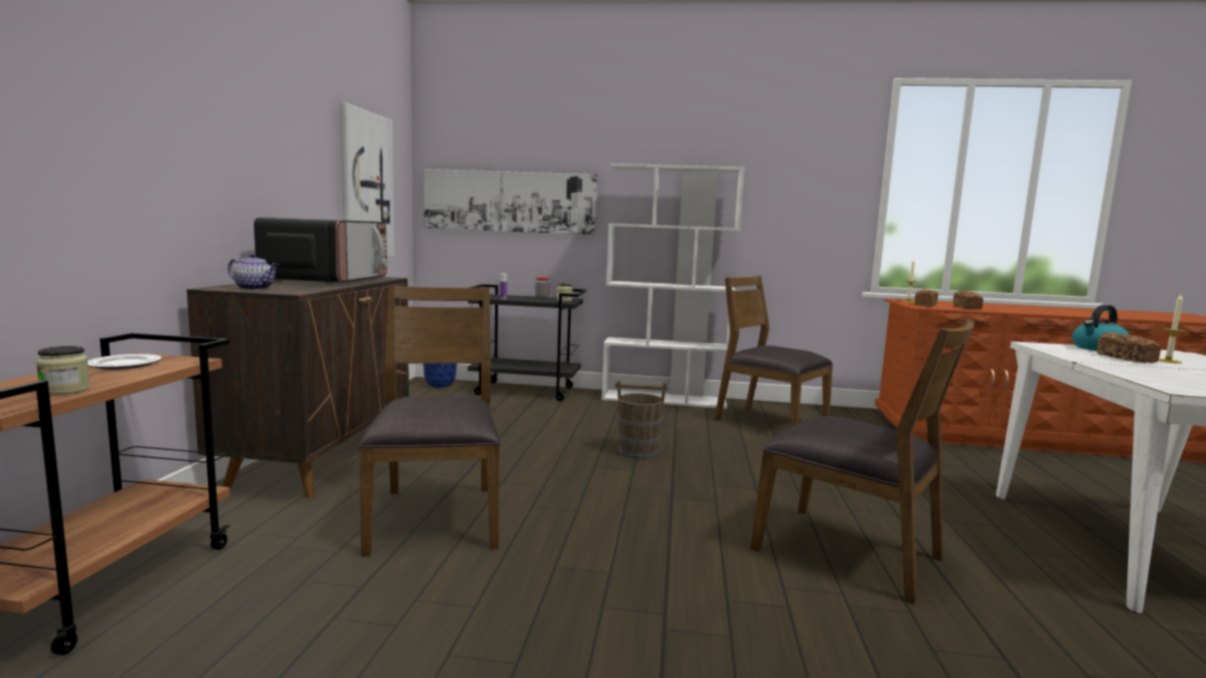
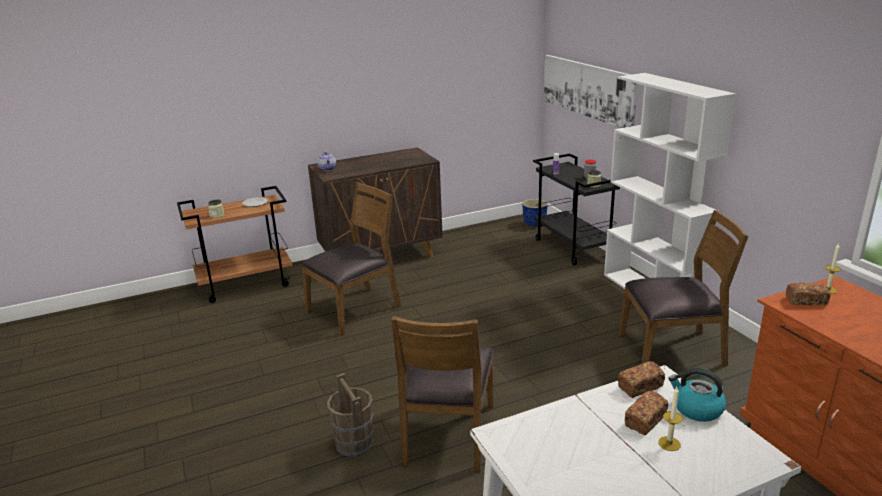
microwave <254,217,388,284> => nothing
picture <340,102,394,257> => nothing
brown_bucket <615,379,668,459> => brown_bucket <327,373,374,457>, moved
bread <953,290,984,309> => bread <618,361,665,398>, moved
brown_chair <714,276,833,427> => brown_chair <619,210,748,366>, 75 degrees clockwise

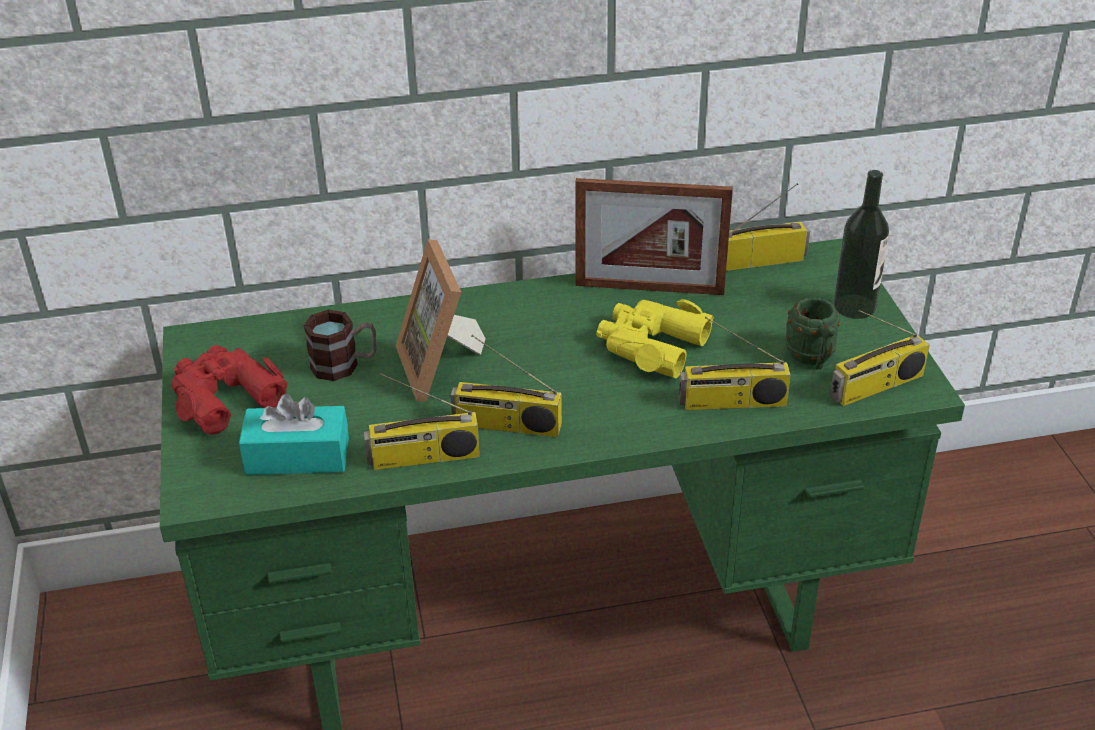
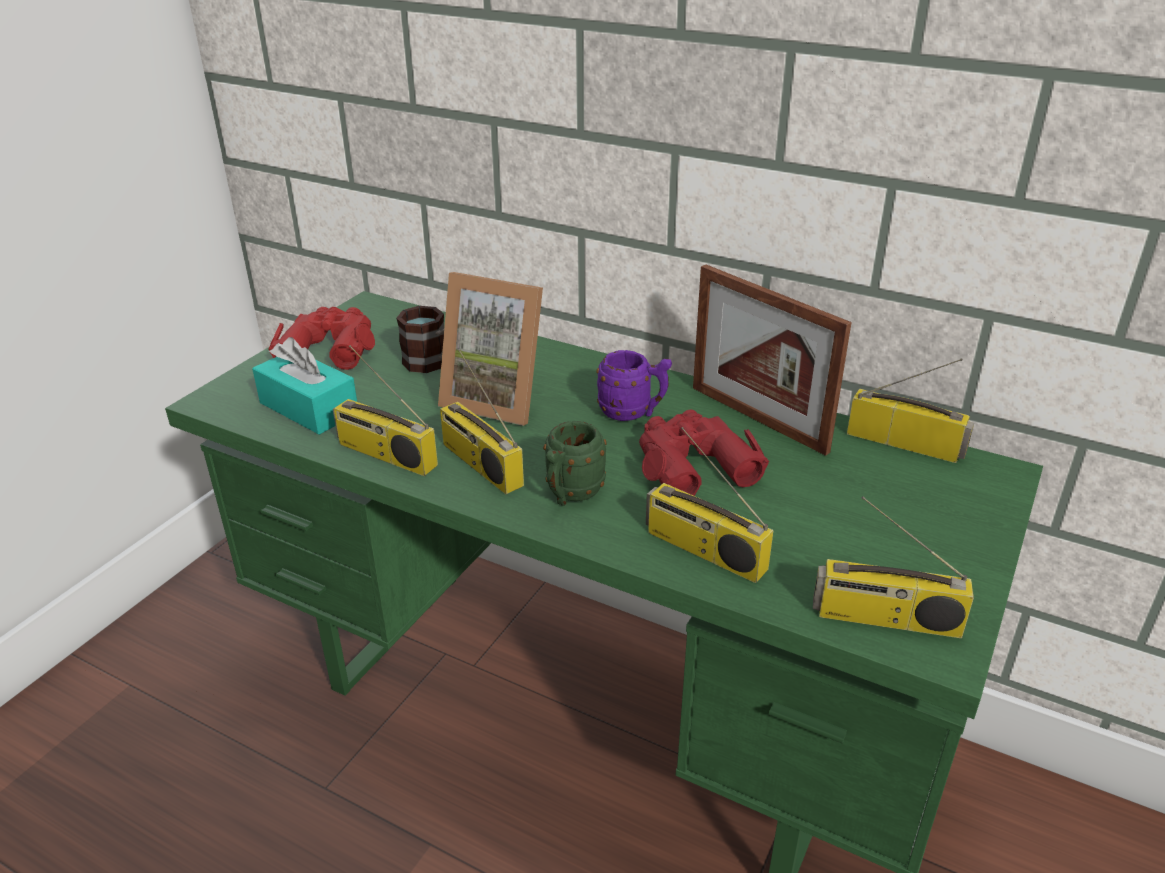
bottle <834,170,889,319> => nothing
nothing => purple_mug <596,350,672,421>
green_mug <785,298,840,369> => green_mug <543,421,607,506>, moved
yellow_binoculars <596,299,714,378> => red_binoculars <639,410,769,496>
picture_frame <396,239,486,402> => picture_frame <438,272,543,426>, 90 degrees counterclockwise

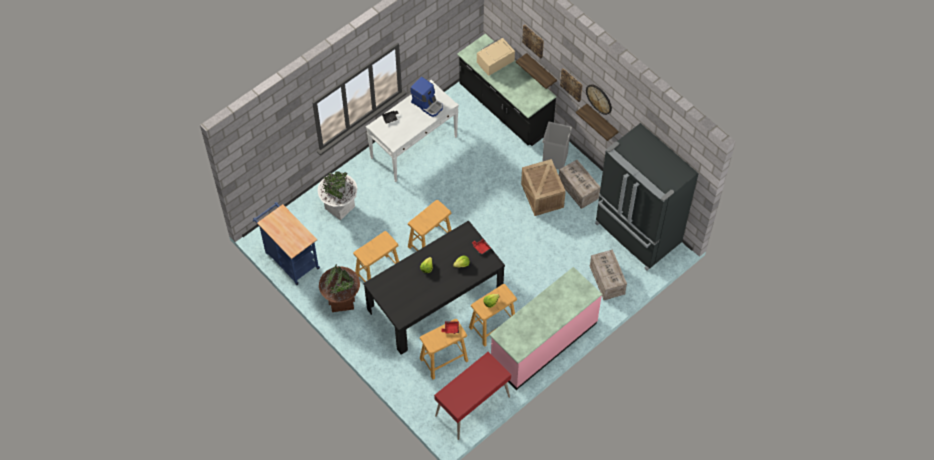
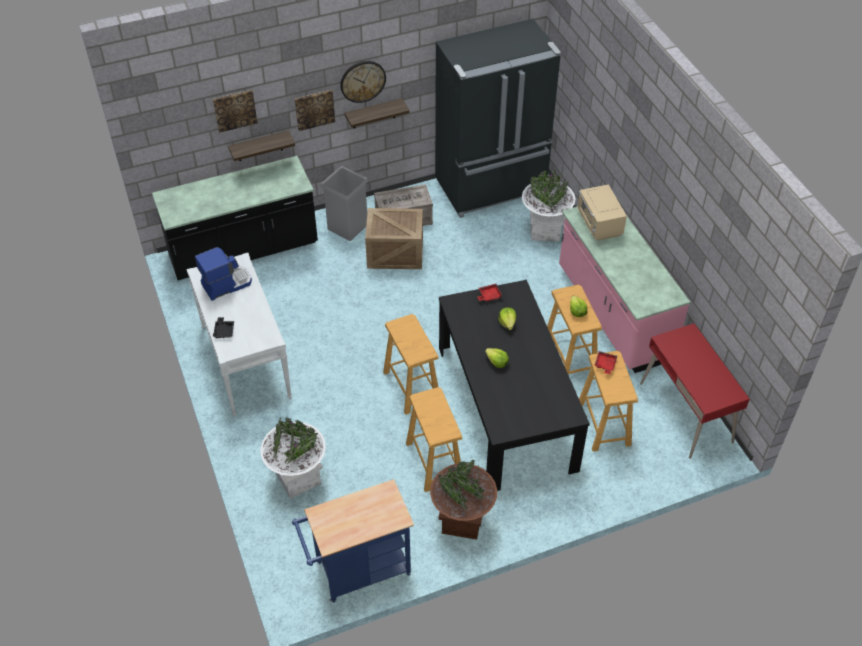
beige_microwave <477,38,515,76> => beige_microwave <577,184,627,241>, moved
crate <590,249,627,300> => white_planter <522,170,576,241>

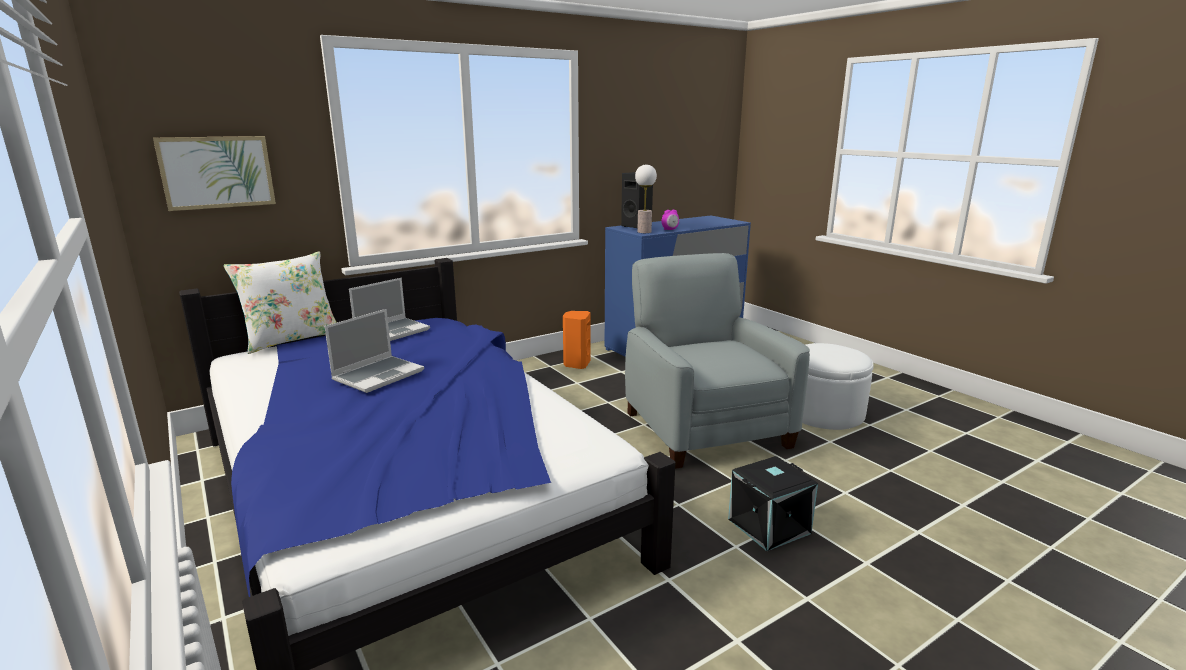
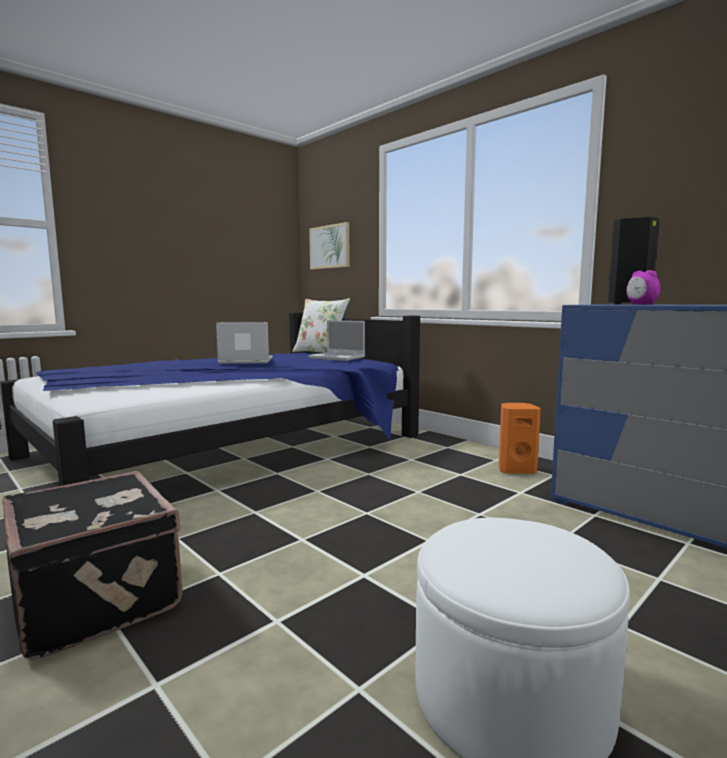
grey_armchair <625,253,810,469> => nothing
table_lamp <635,165,657,233> => nothing
black_storage_box <728,456,818,551> => black_suitcase <2,471,183,660>
laptop <324,309,424,393> => laptop <216,322,273,364>, 150 degrees clockwise

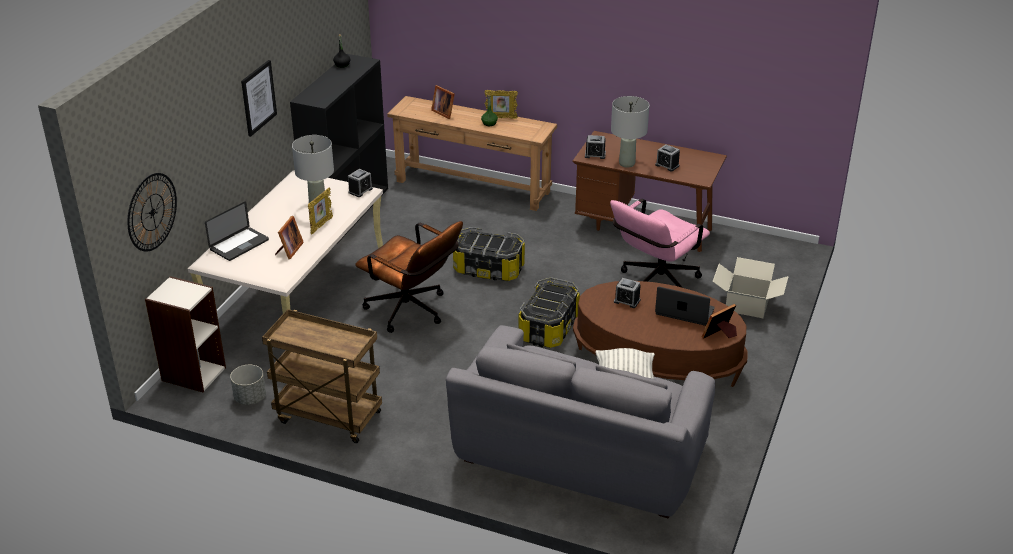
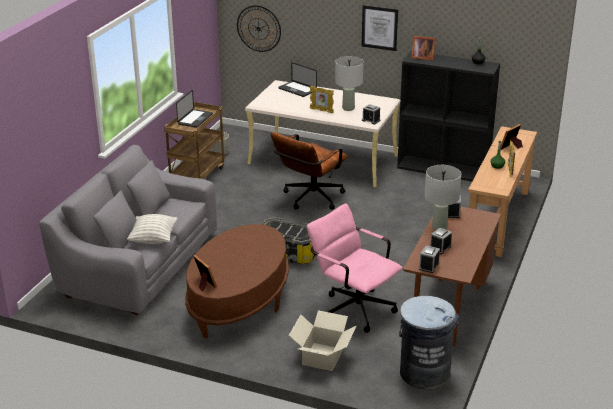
bookcase <145,276,226,392> => nothing
storage_box <453,227,525,281> => nothing
nothing => grey_trash_can <399,296,459,390>
picture_frame <275,216,304,259> => picture_frame <411,36,435,60>, moved
alarm_clock <614,278,641,308> => alarm_clock <419,245,440,273>, moved
laptop <655,287,715,326> => laptop <176,90,213,128>, moved

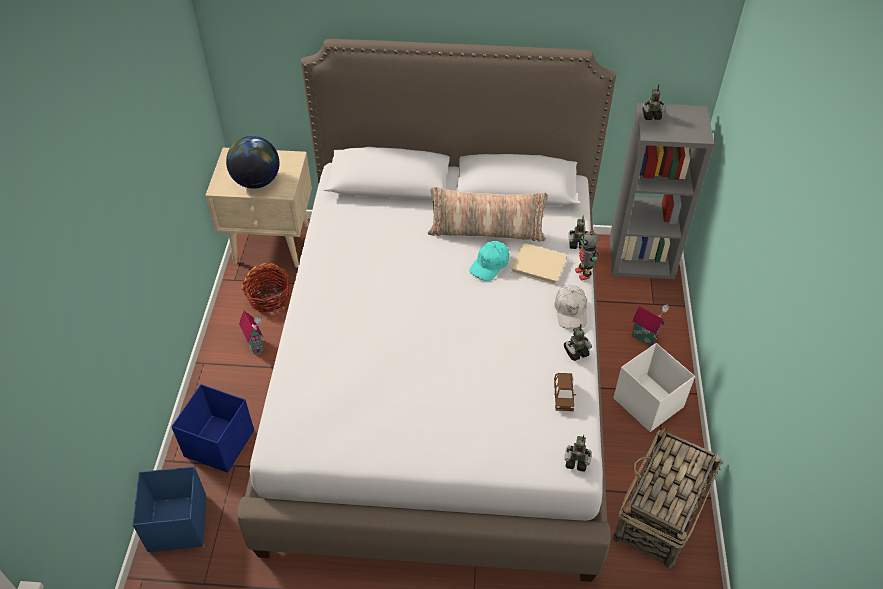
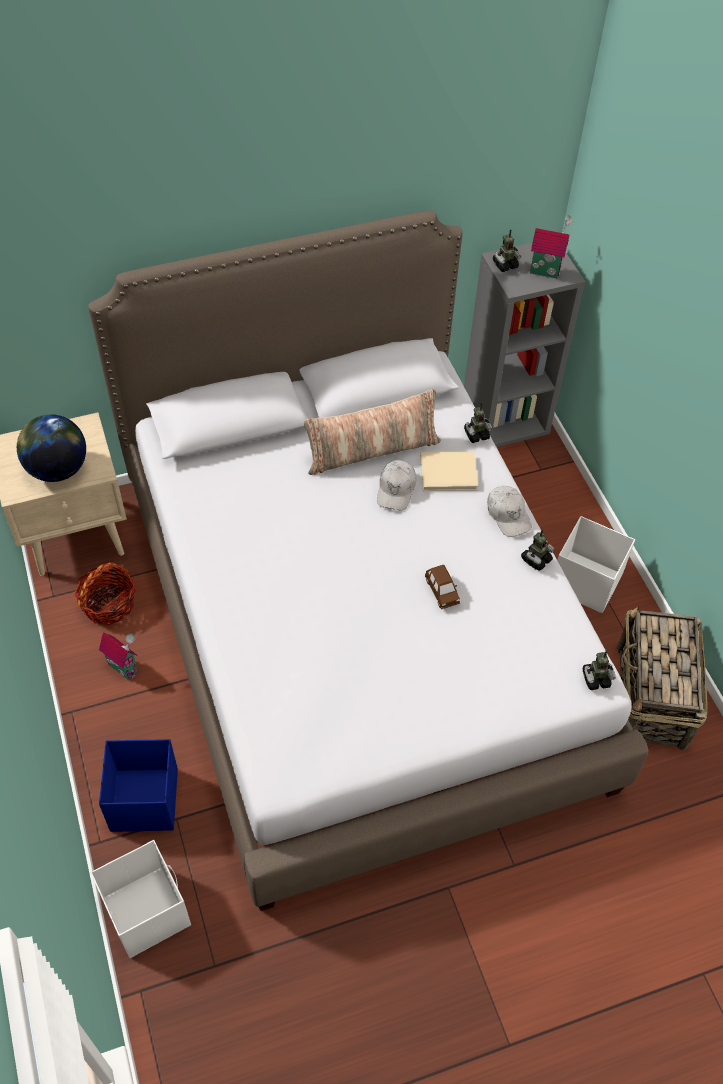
toy_robot <575,229,599,281> => nothing
brown_toy_car <554,373,576,411> => brown_toy_car <425,565,460,609>, moved
toy_house <632,304,669,346> => toy_house <530,215,573,278>, moved
blue_storage_box <132,466,206,552> => white_storage_box <91,840,191,958>
turquoise_cap <469,241,509,281> => white_cap <377,460,416,510>

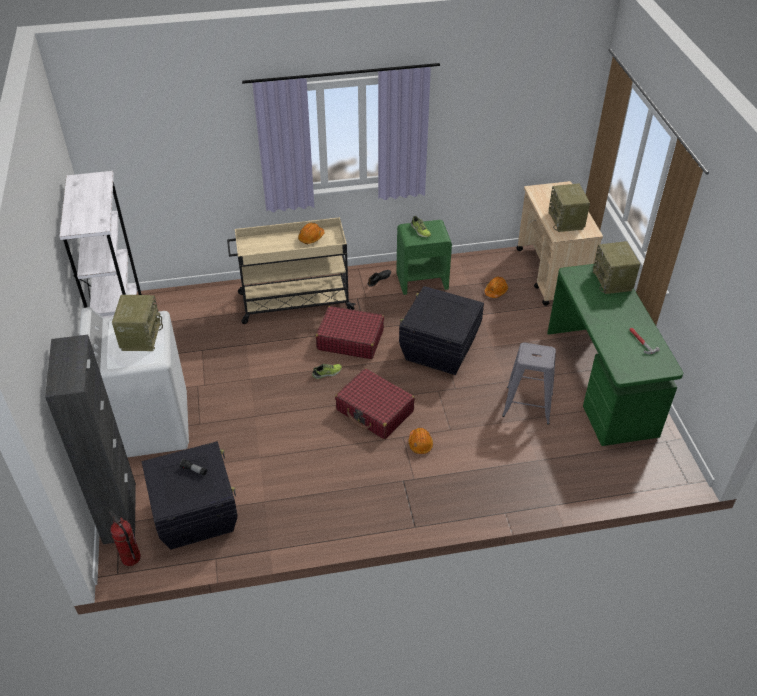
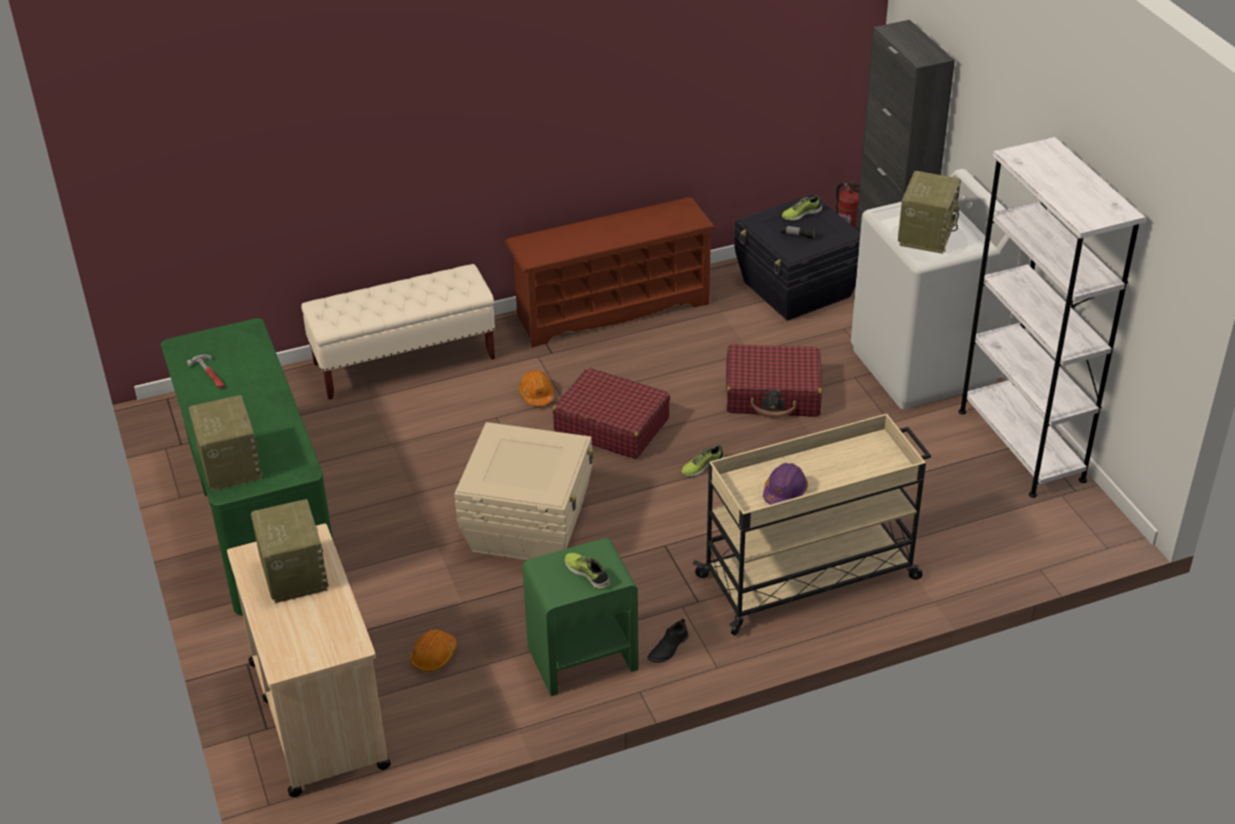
grey_stool <502,342,556,424> => nothing
nothing => beige_bench <301,264,495,400>
nothing => brown_shoe_rack <505,197,716,348>
nothing => shoe <782,196,822,221>
red_suitcase <316,306,384,359> => red_suitcase <726,344,822,419>, moved
orange_hard_hat <298,223,325,244> => purple_hard_hat <763,463,808,505>
black_storage_box <399,286,484,375> => beige_storage_box <454,422,593,560>
radio <112,295,163,351> => radio <898,171,961,254>, 150 degrees counterclockwise

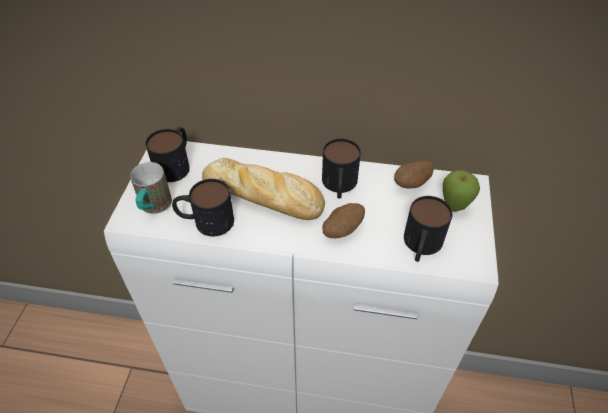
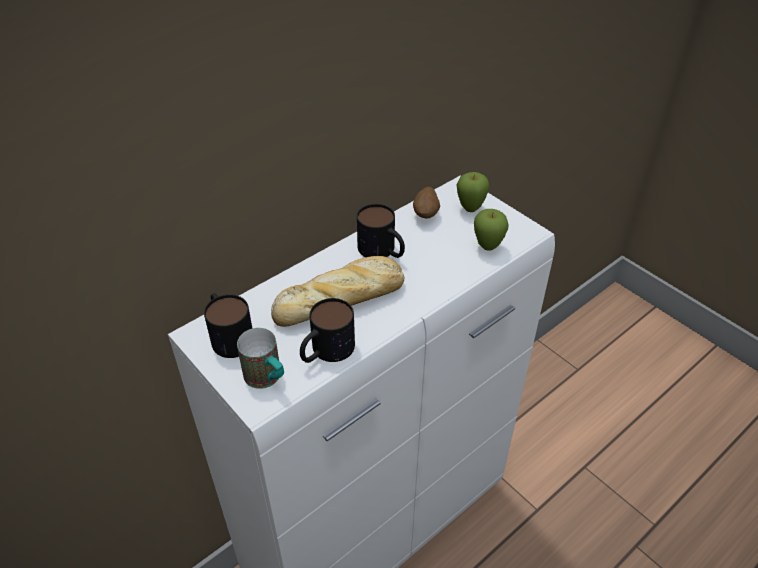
potato <322,203,365,238> => nothing
mug <404,196,453,262> => apple <474,209,509,250>

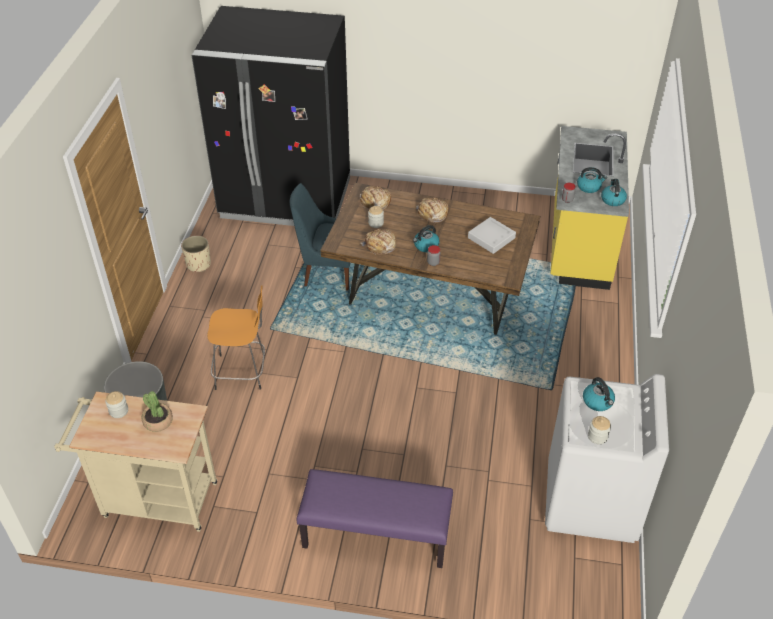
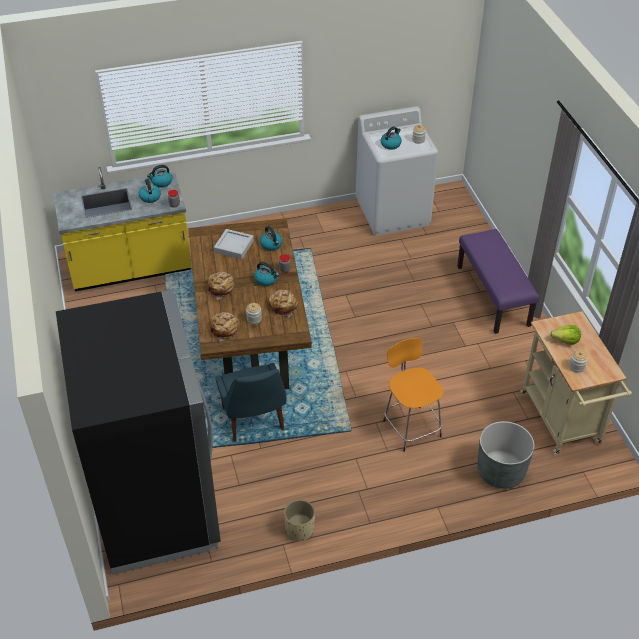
nothing => kettle <260,226,282,251>
potted_plant <141,391,173,432> => lettuce <551,325,581,345>

